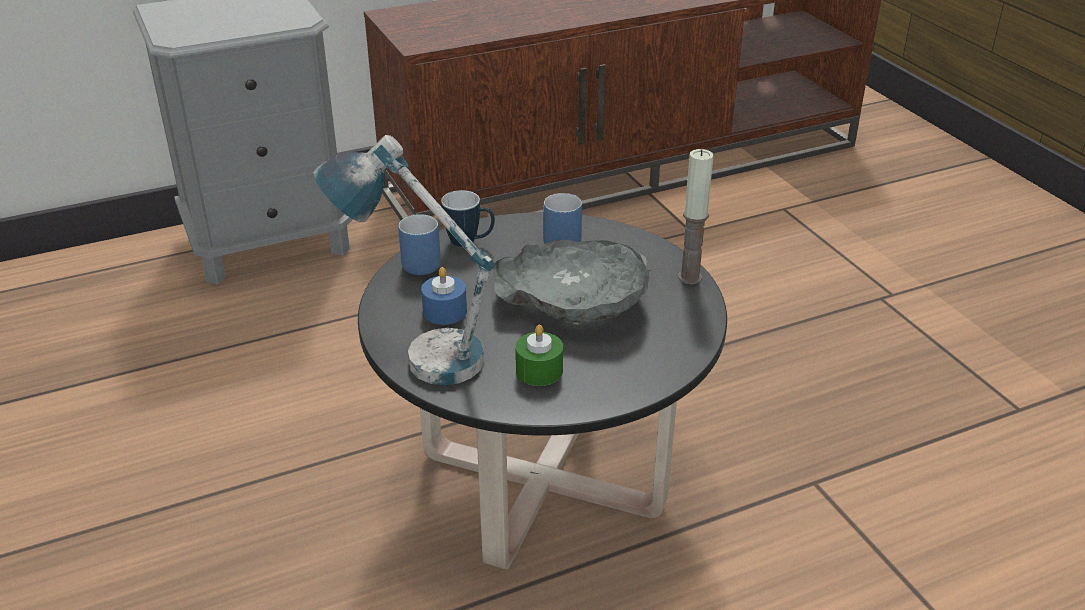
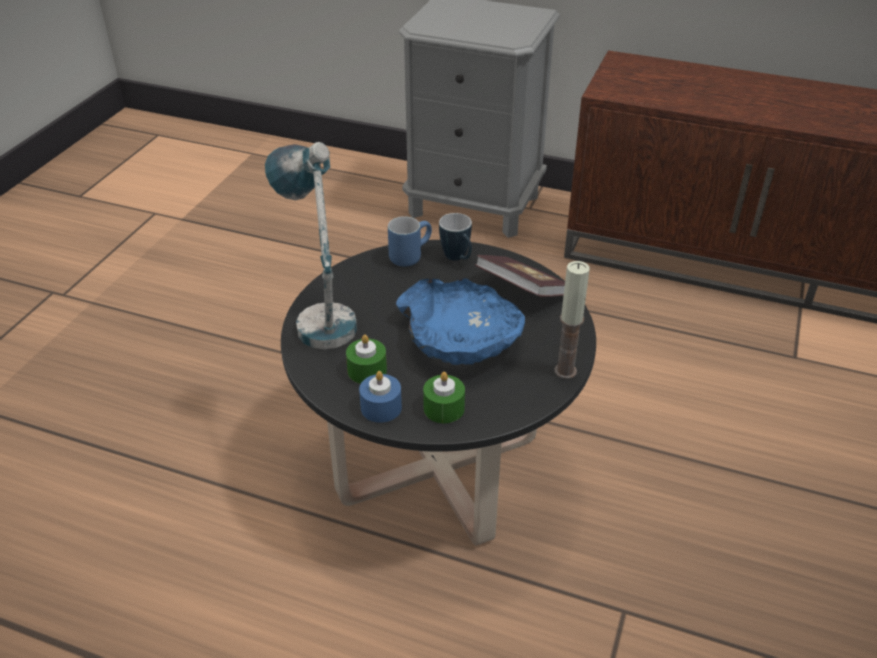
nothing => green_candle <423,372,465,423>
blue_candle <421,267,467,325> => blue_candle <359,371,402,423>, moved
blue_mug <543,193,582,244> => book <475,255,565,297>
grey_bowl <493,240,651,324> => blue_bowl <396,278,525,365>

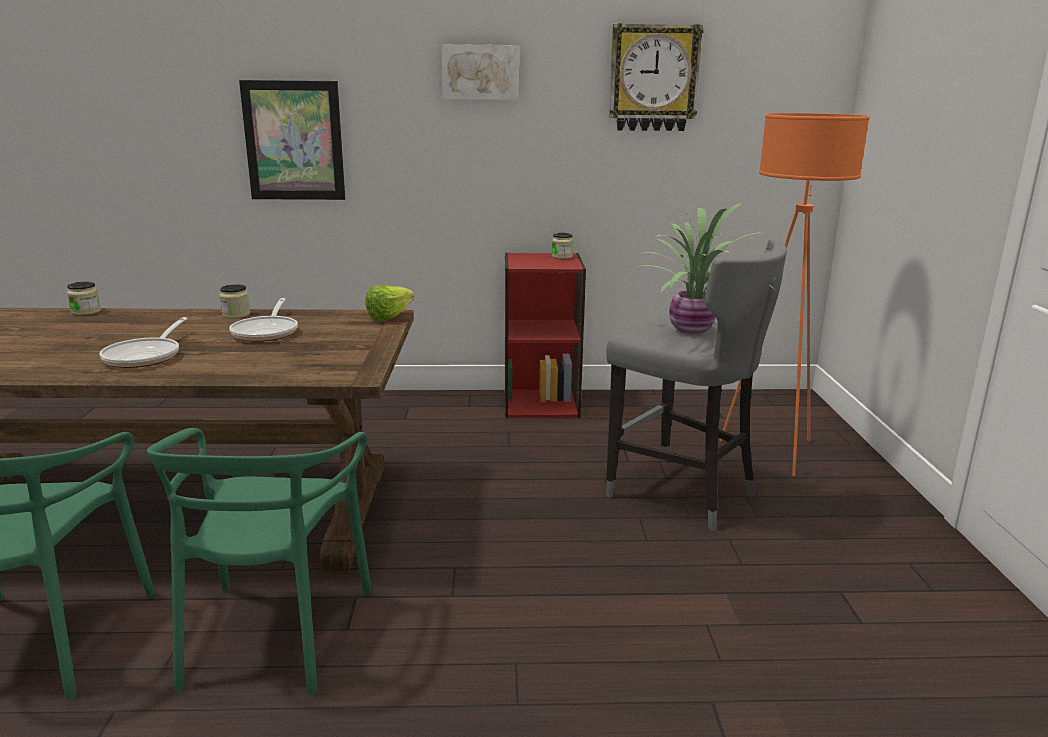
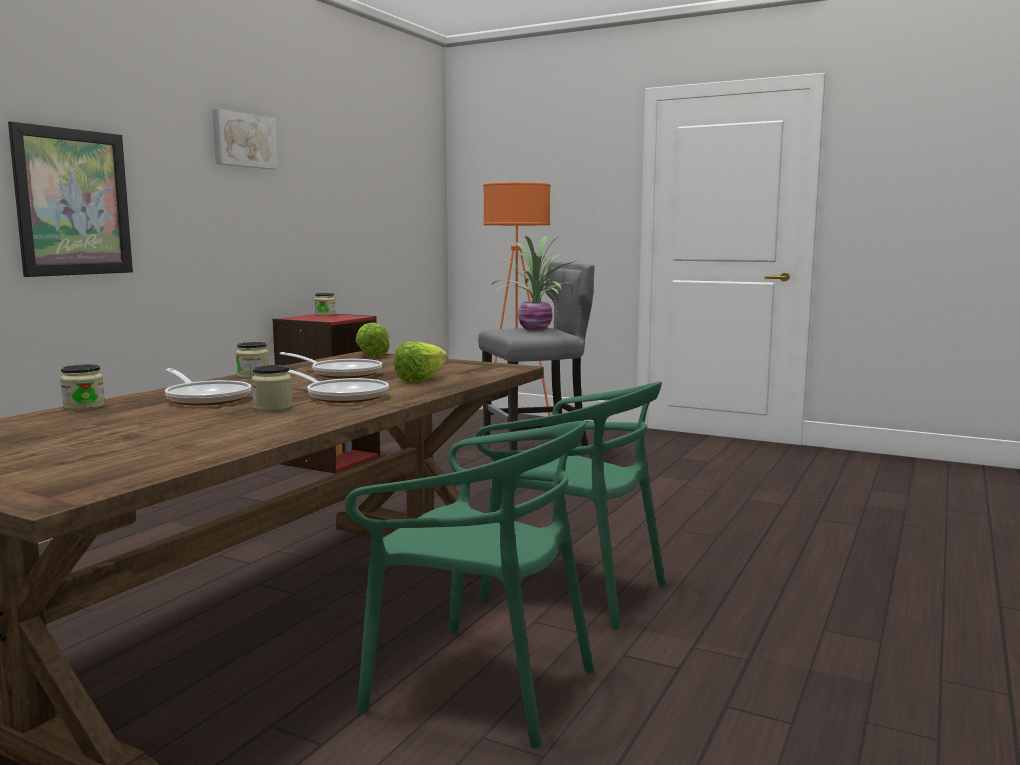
wall_clock <609,23,704,131> => nothing
nothing => frying_pan <165,368,251,406>
nothing => jar <252,365,293,411>
nothing => lettuce <393,341,448,383>

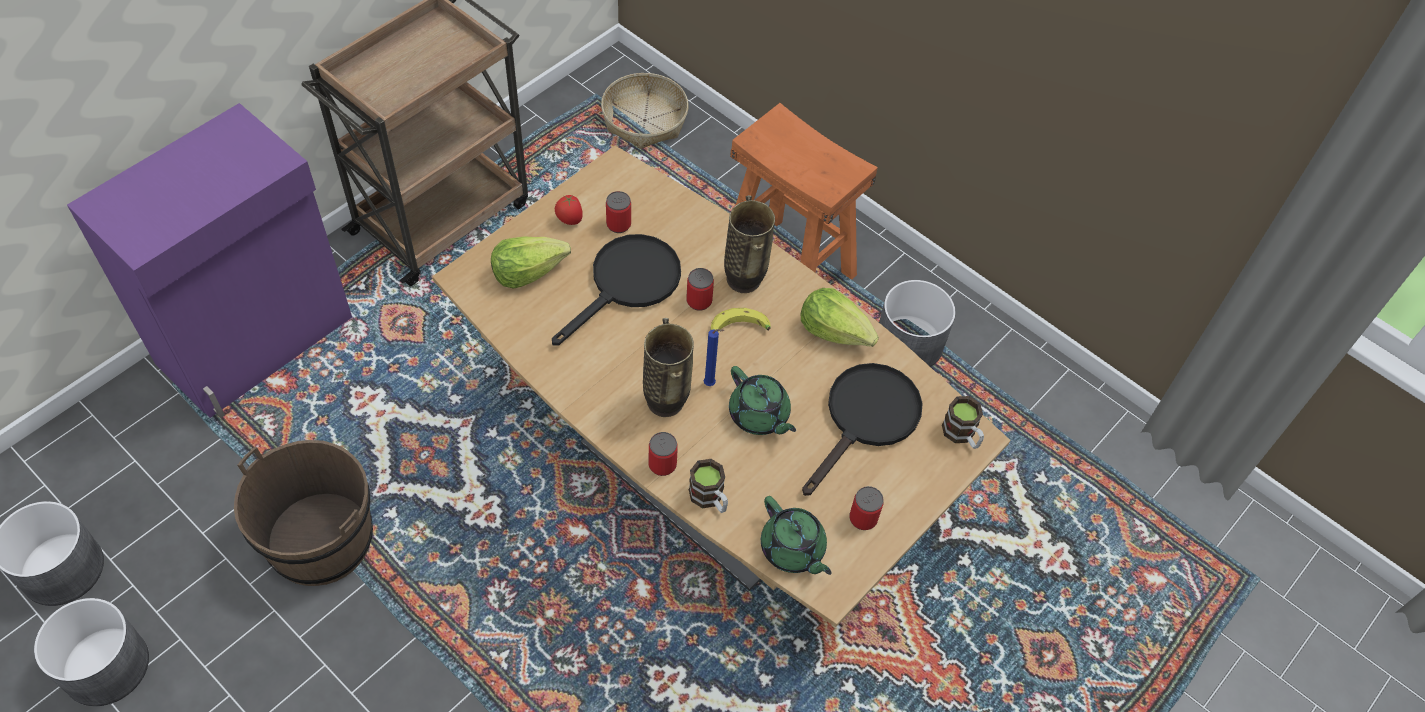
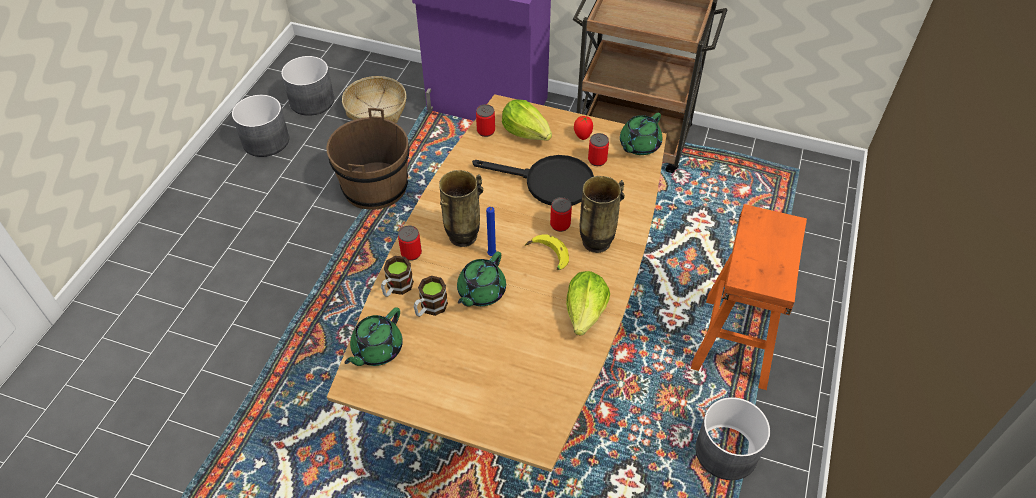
black_frying_pan <802,363,923,496> => nothing
nothing => green_teapot <620,113,662,155>
basket <601,73,689,149> => basket <342,76,407,123>, moved
can <849,486,884,530> => can <476,104,495,137>, moved
mug <942,396,984,449> => mug <414,276,448,317>, moved

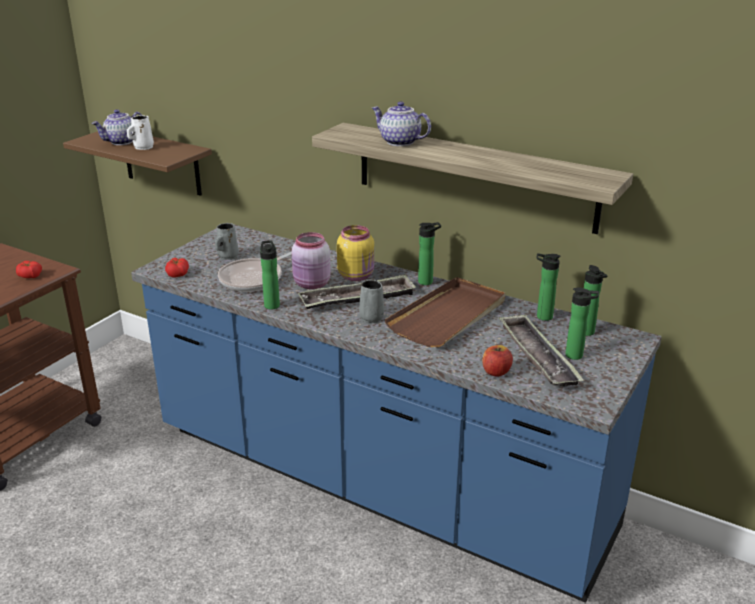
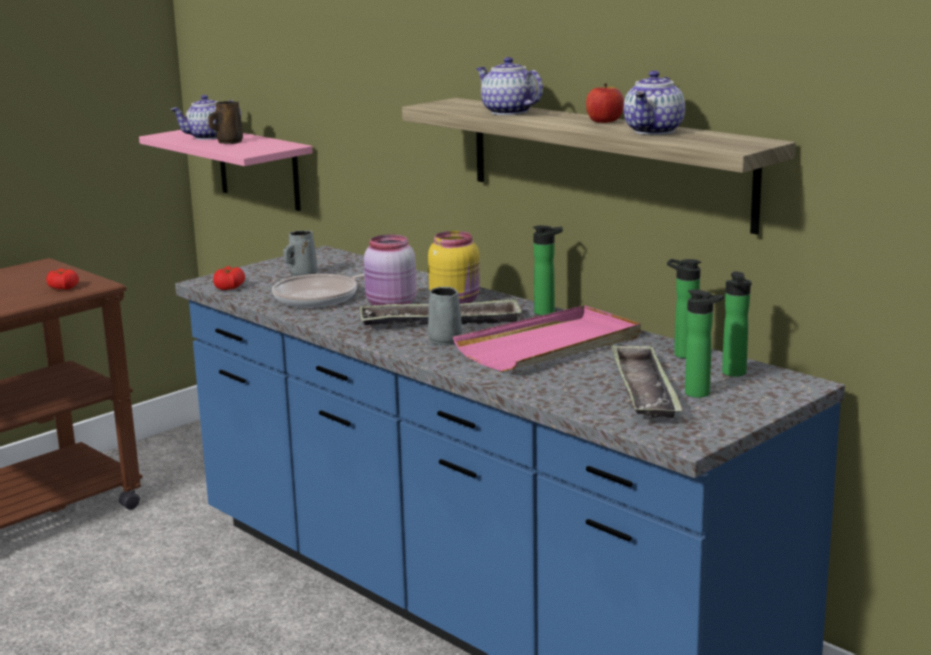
bottle <260,240,280,310> => nothing
nothing => teapot <624,71,685,135>
apple <482,345,513,376> => apple <586,84,624,123>, moved
brown_shelf <63,131,212,196> => pink_shelf <139,130,313,211>
white_mug <127,115,154,150> => brown_mug <208,101,243,144>
brown_tray <385,277,505,347> => pink_tray <453,305,641,372>

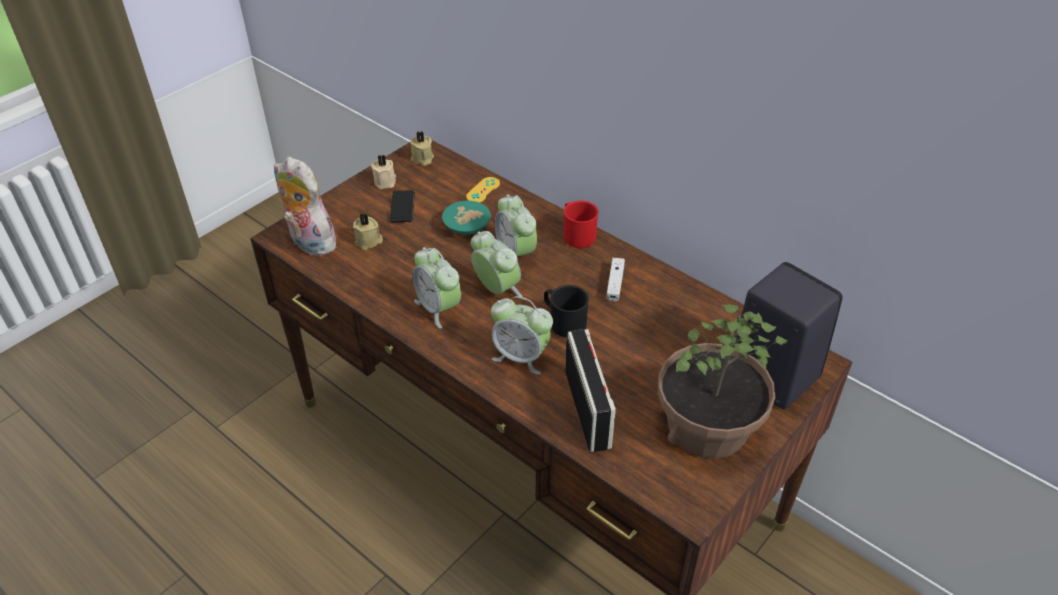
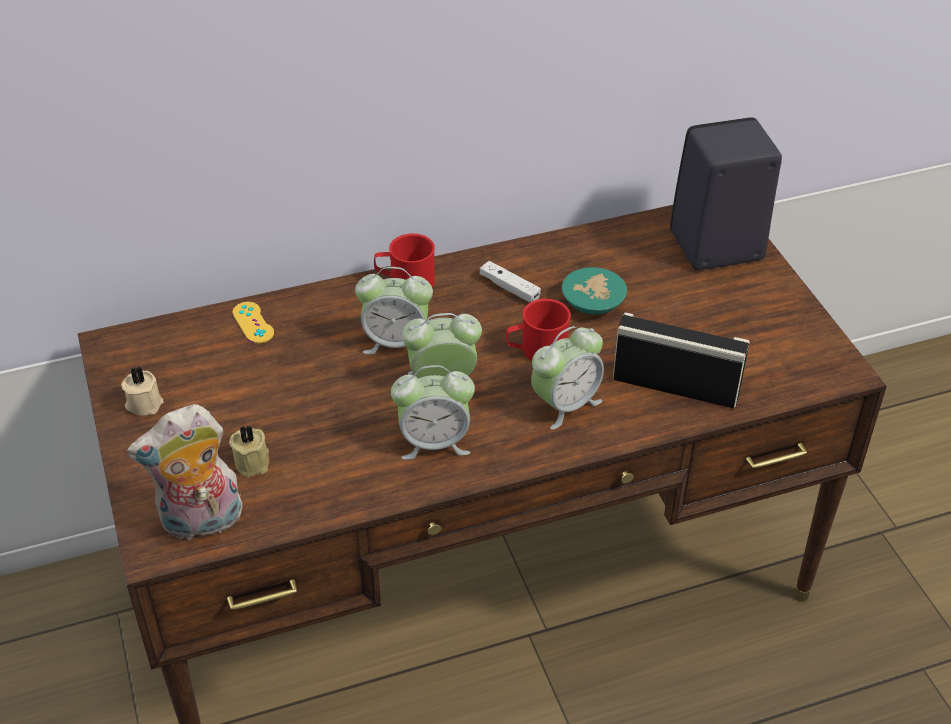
phone <390,190,415,222> => nothing
beige_candle <410,131,434,166> => nothing
potted_plant <658,305,788,459> => nothing
turquoise_bowl <442,201,491,235> => turquoise_bowl <562,267,627,315>, moved
black_mug <544,285,589,337> => red_mug <506,299,571,361>

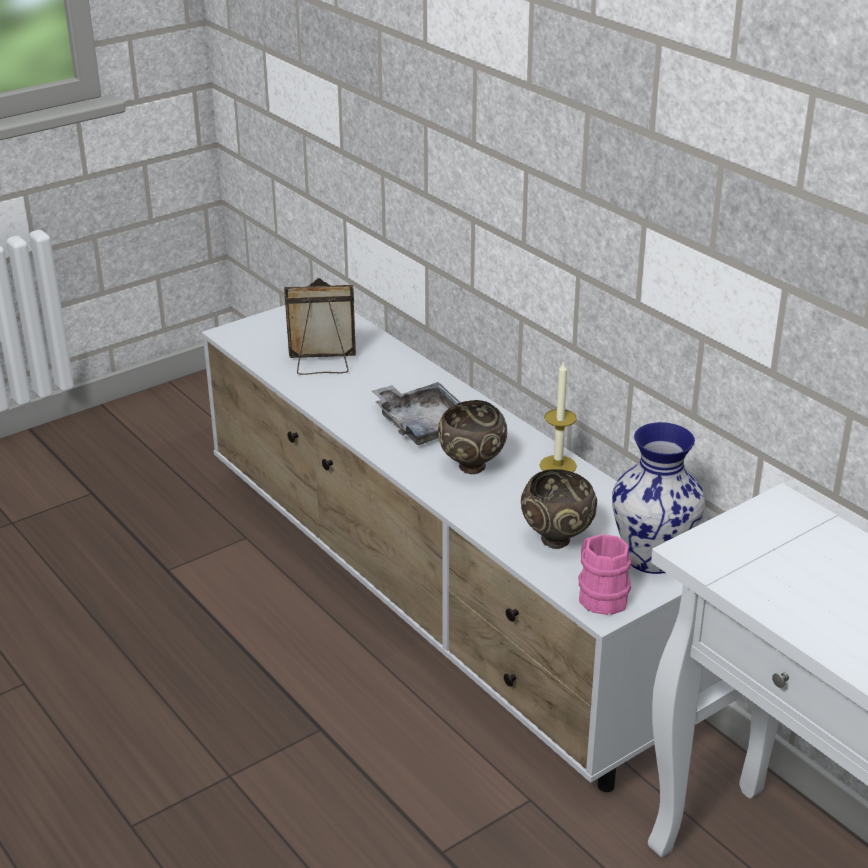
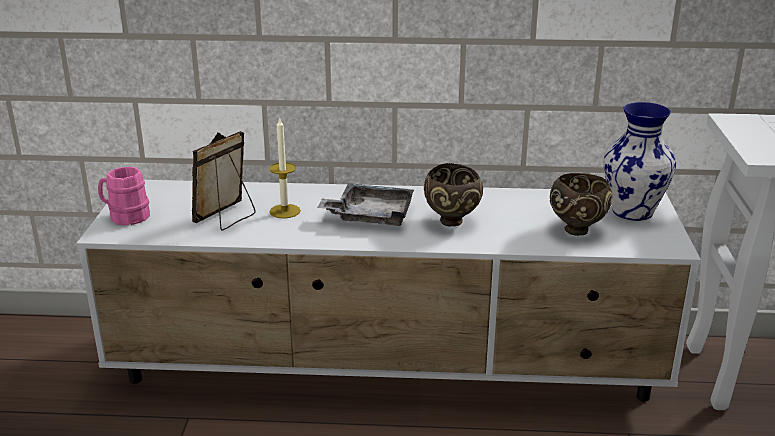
candle <539,360,577,472> => candle <269,117,301,218>, moved
pink_mug <579,534,631,615> => pink_mug <98,167,150,226>, moved

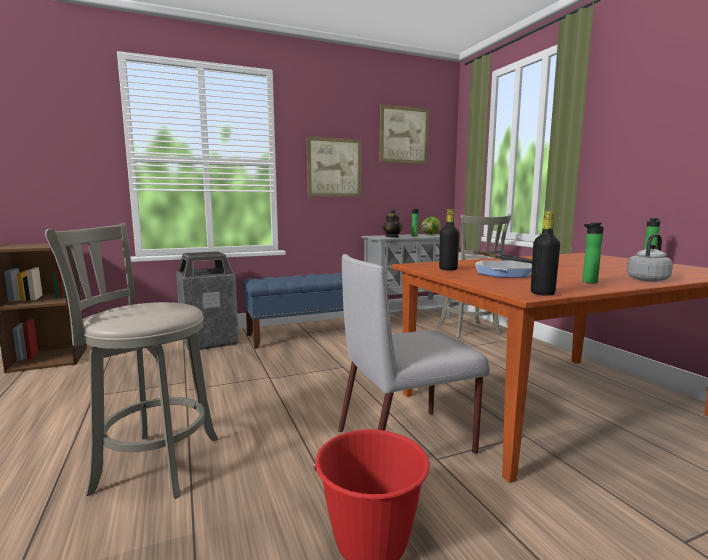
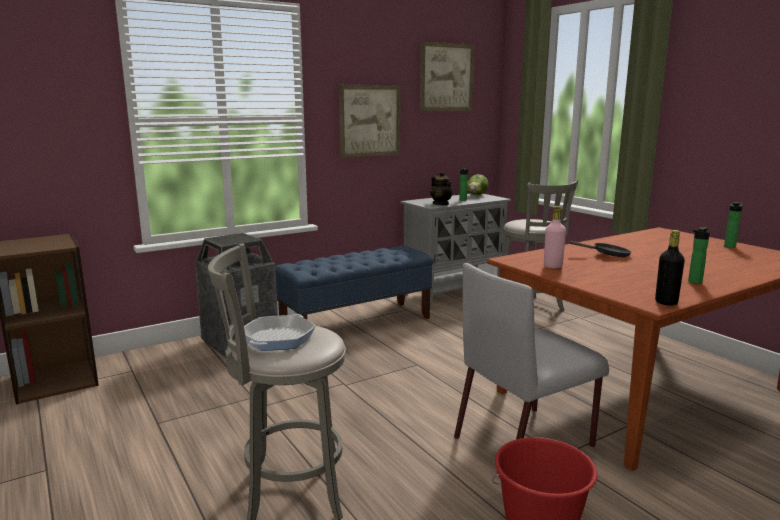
grey_kettle <627,234,673,282> => nothing
frying_pan <475,260,532,278> => frying_pan <244,314,316,351>, moved
black_bottle <439,209,460,270> => pink_bottle <544,206,566,268>

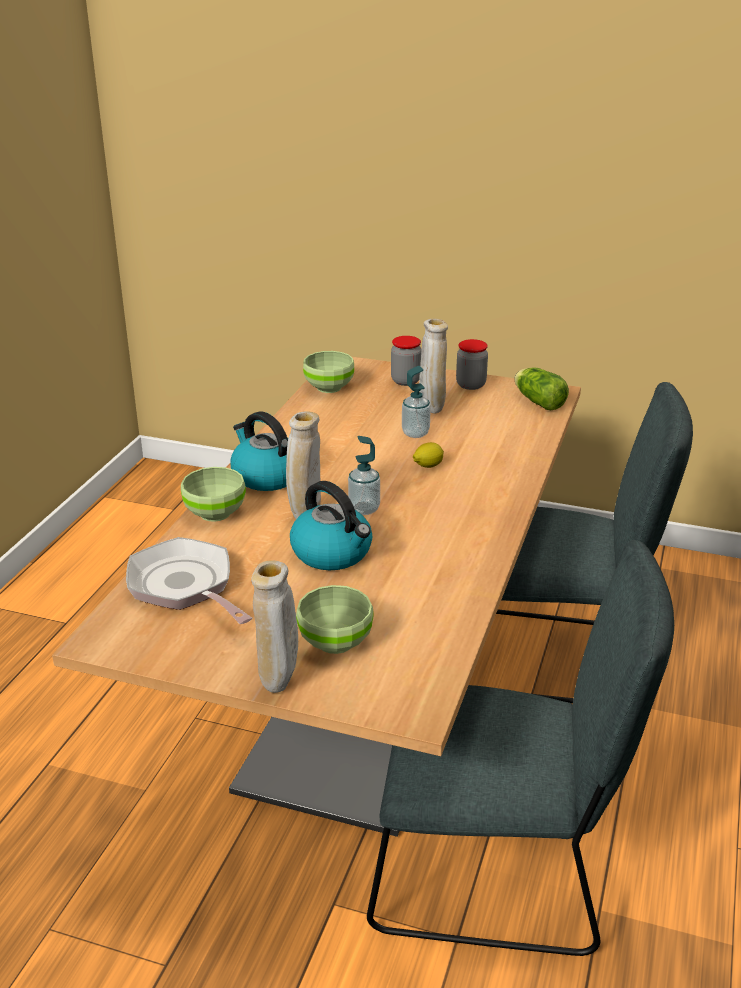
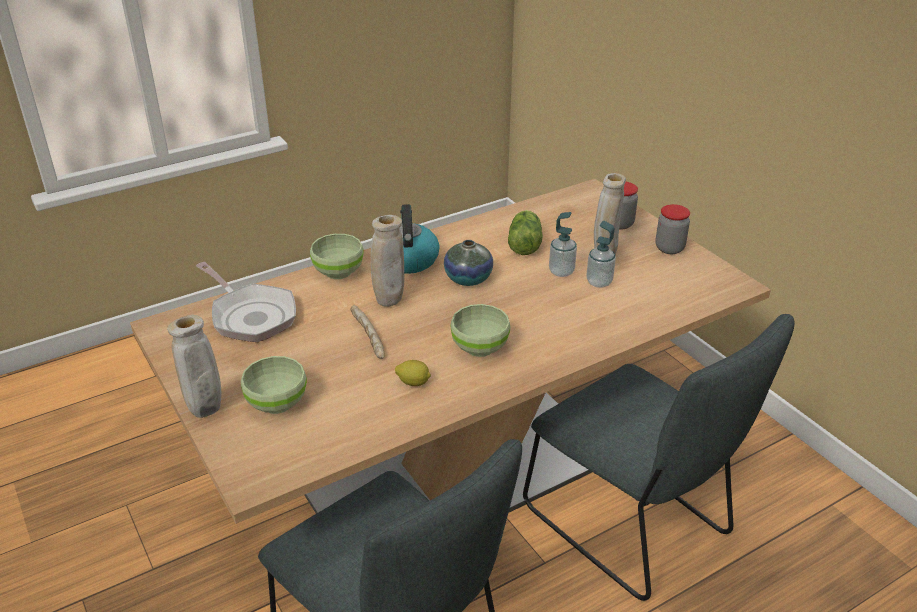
nothing => vase <444,240,493,286>
green_bowl <303,351,354,393> => green_bowl <451,304,510,357>, moved
soap_dispenser <348,436,380,515> => soap_dispenser <586,221,616,288>, moved
lemon <413,442,444,468> => lemon <395,360,431,386>, moved
lettuce <515,368,569,410> => lettuce <508,210,543,255>, moved
kettle <290,481,372,570> => bread <350,305,385,359>
frying_pan <126,537,252,624> => frying_pan <196,262,296,342>, 135 degrees clockwise

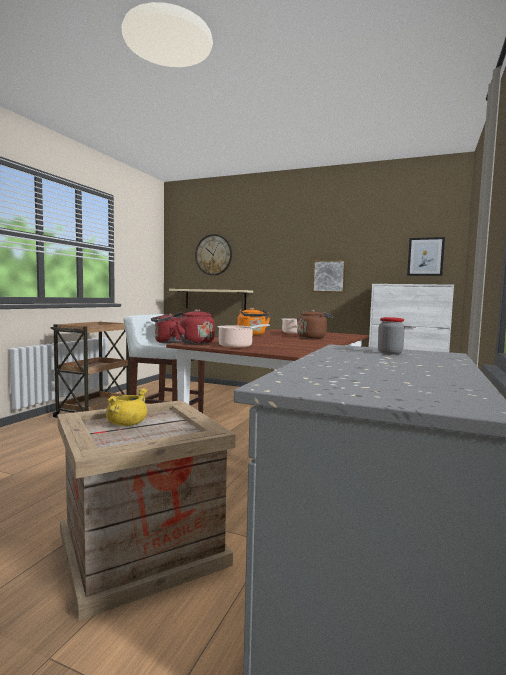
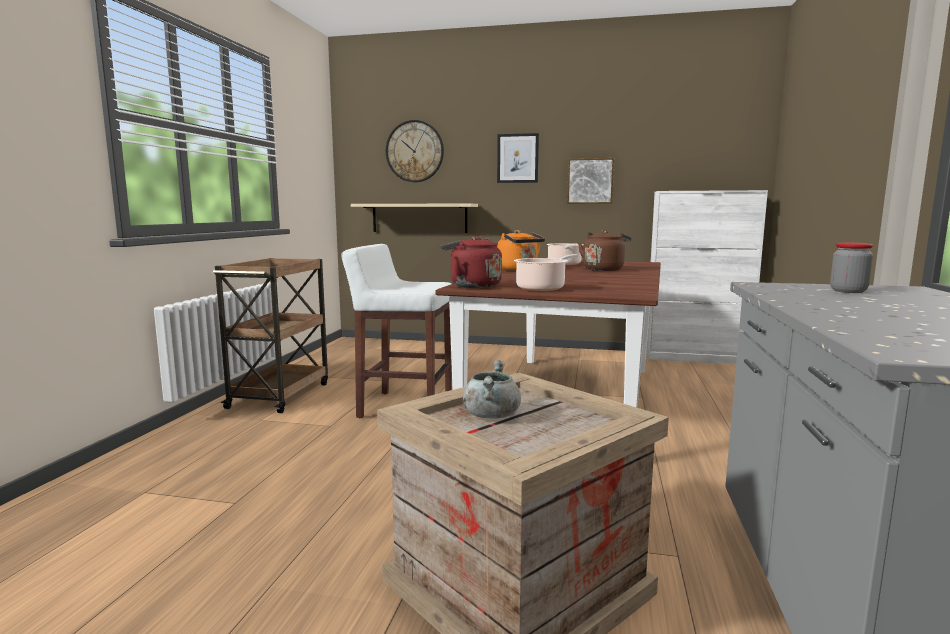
red_kettle <151,313,182,344> => nothing
picture <407,237,445,276> => picture <497,133,539,183>, moved
yellow_cooking_pot <106,388,148,426> => grey_cooking_pot <463,360,521,418>

